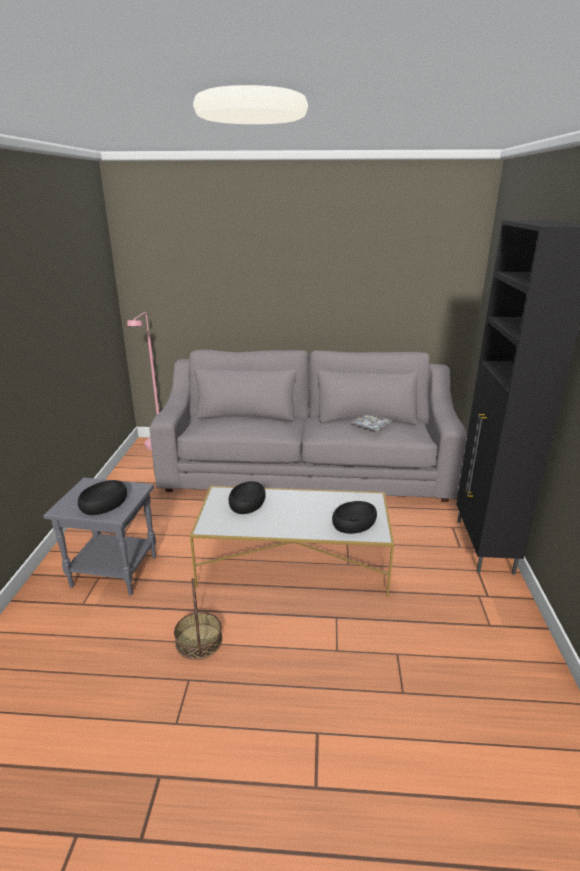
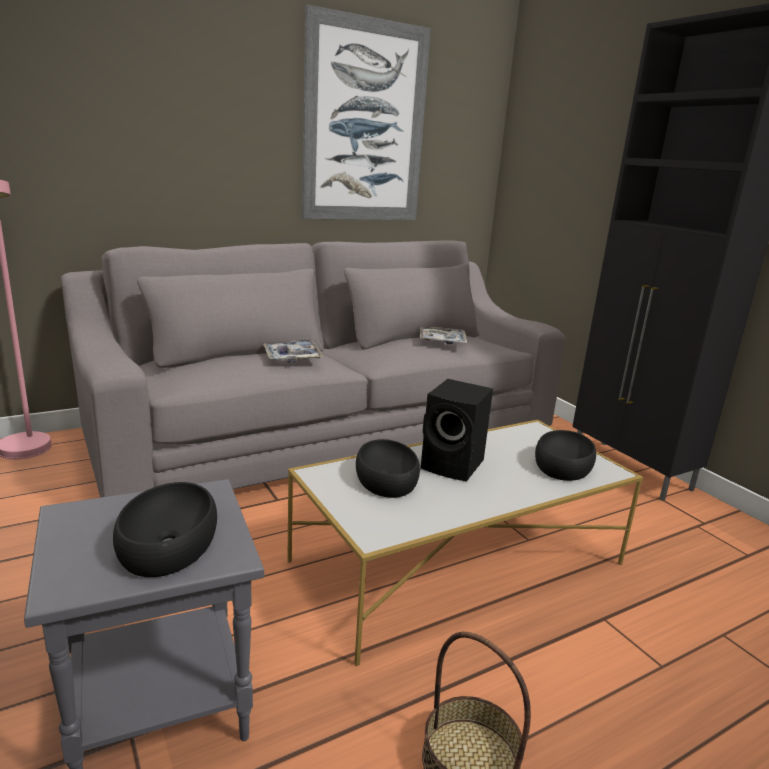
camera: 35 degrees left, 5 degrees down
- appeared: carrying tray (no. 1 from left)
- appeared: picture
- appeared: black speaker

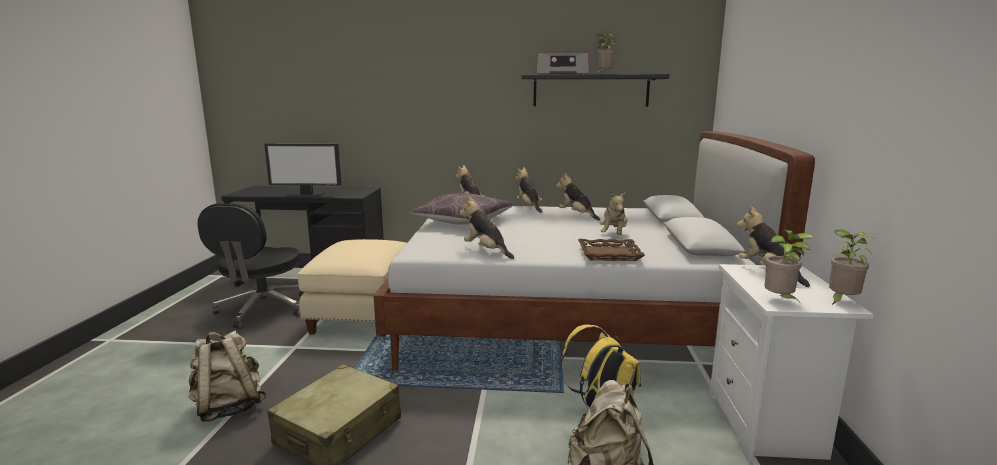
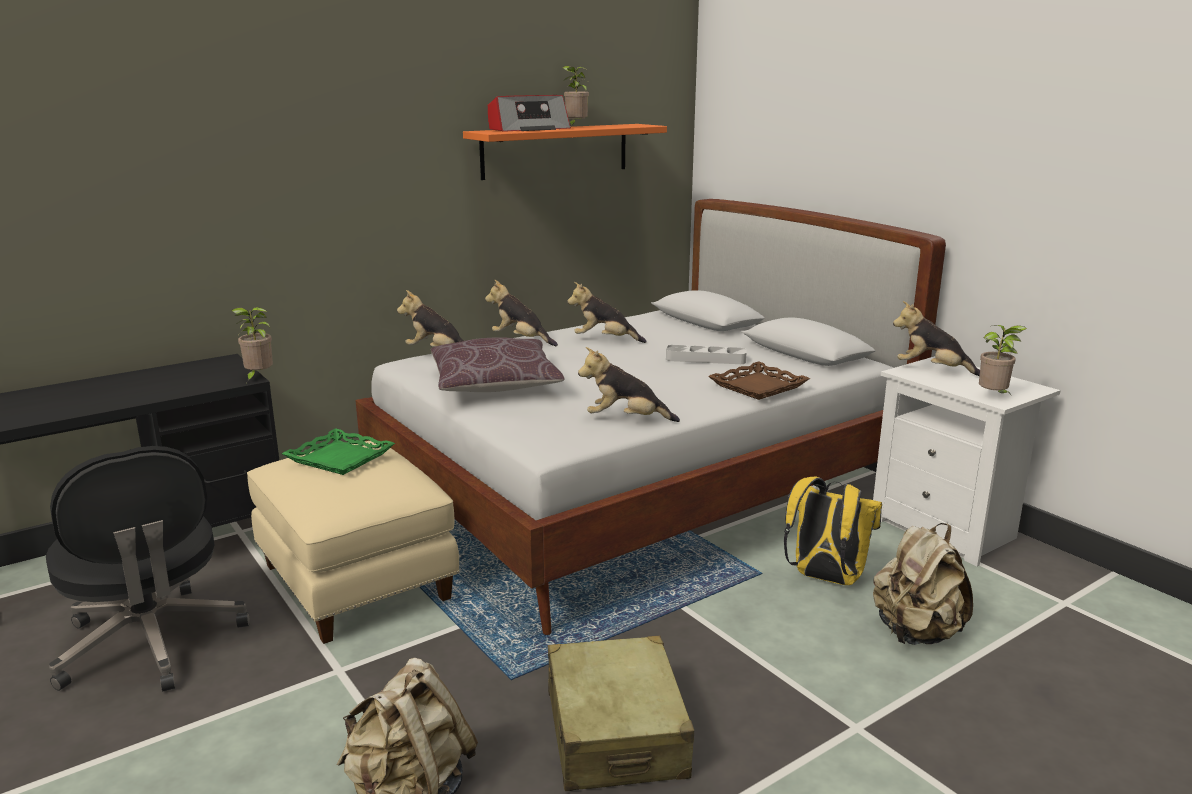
camera: 40 degrees left, 5 degrees up
- missing: monitor
- appeared: green carrying tray
- relocated: potted plant (no. 3 from left in the first image) to potted plant (no. 1 from left)
- exchanged: cuddly toy (no. 5 from left) to grey carrying tray
- colour: black wall shelf to orangey wall shelf

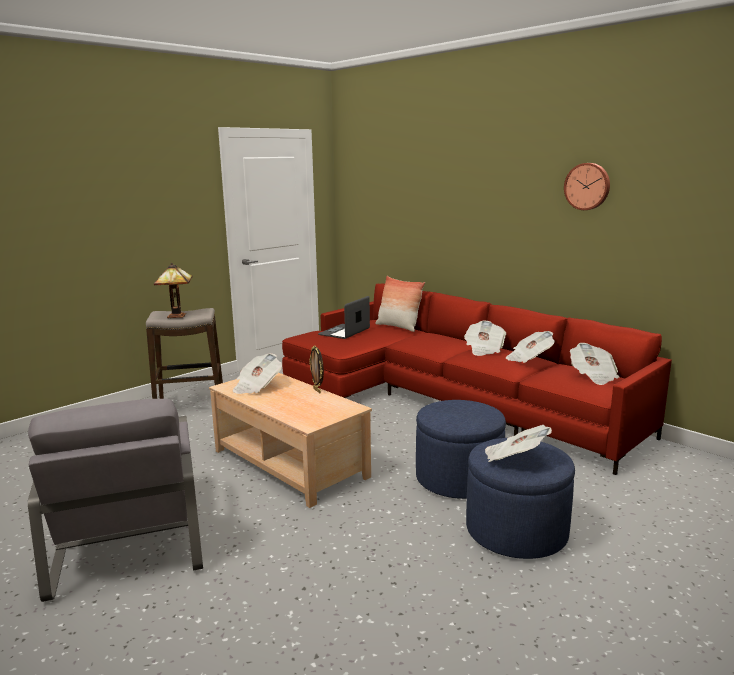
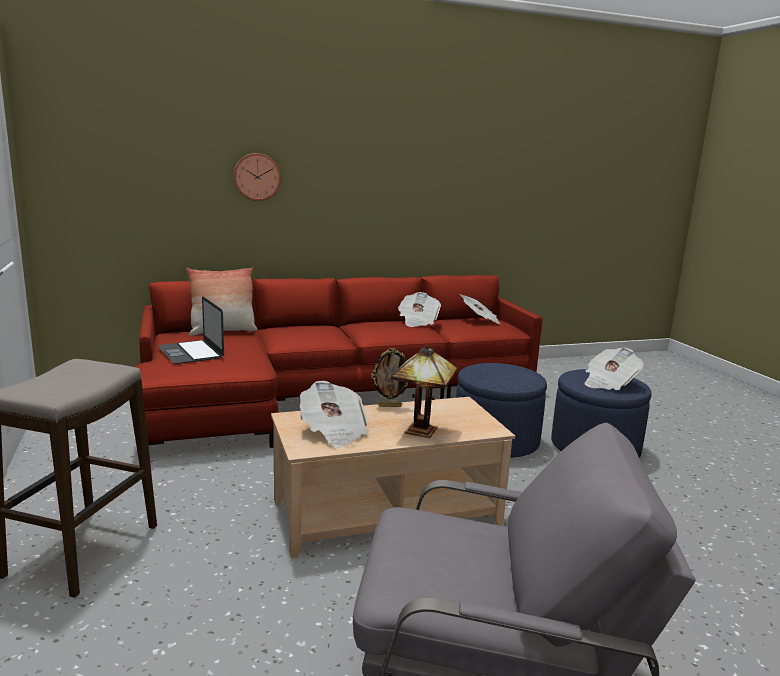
camera: 65 degrees left, 0 degrees up
- missing: newspaper (no. 2 from left)
- relocated: lamp for a table
- relocated: wall clock

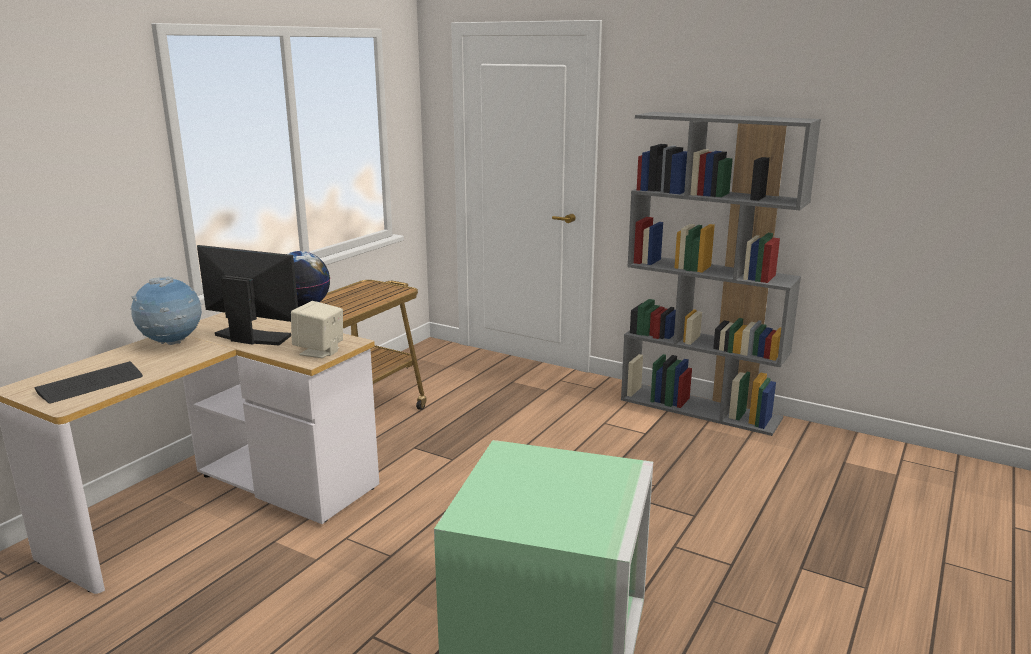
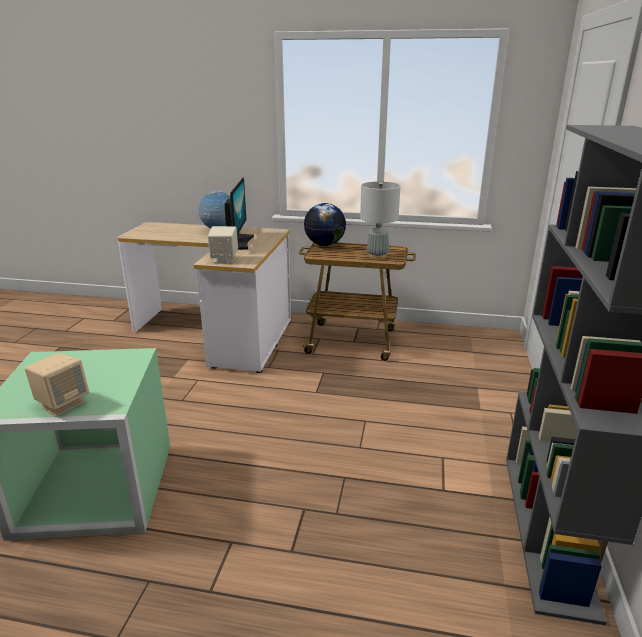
camera: 70 degrees right, 5 degrees up
- missing: PC keyboard
- appeared: beige-coloured speaker (no. 1 from left)
- appeared: grey lamp for a table

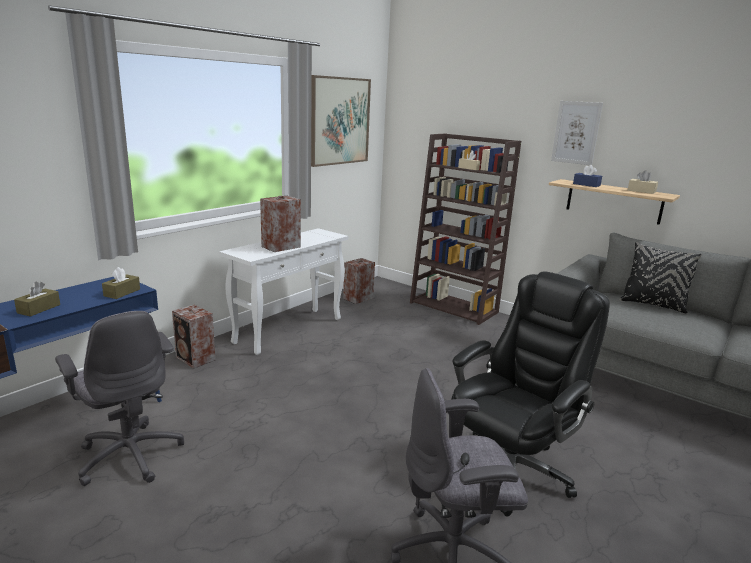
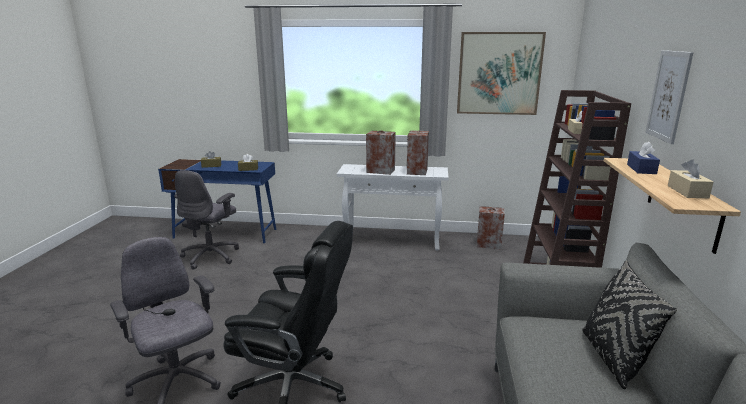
camera: 60 degrees right, 0 degrees up
- relocated: speaker (no. 1 from left in the first image) to speaker (no. 2 from left)

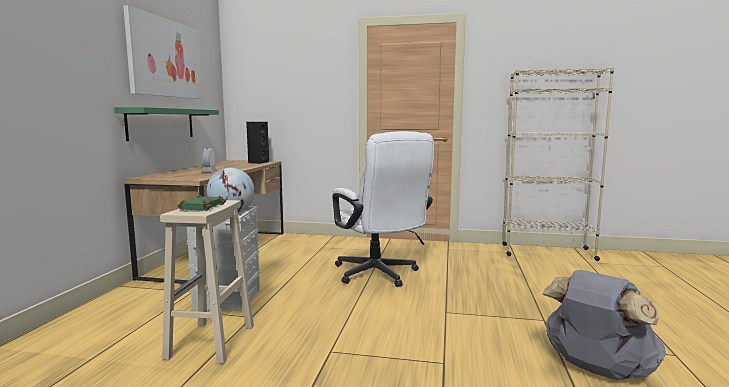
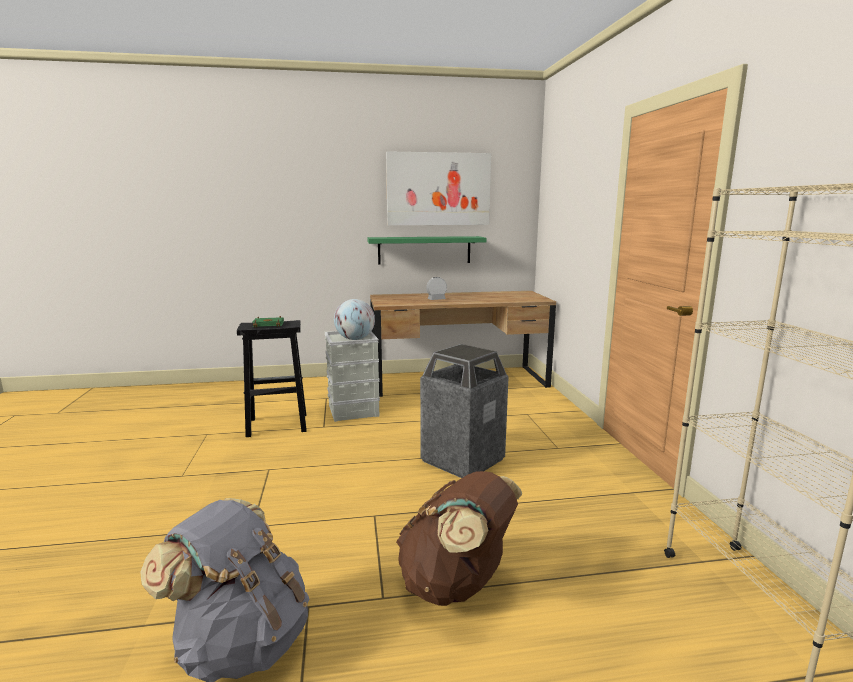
camera: 70 degrees right, 5 degrees up
- missing: black speaker
- appeared: brownish backpack
- exchanged: white computer chair to rubbish bin
- colour: beige-coloured sitting stool to black sitting stool

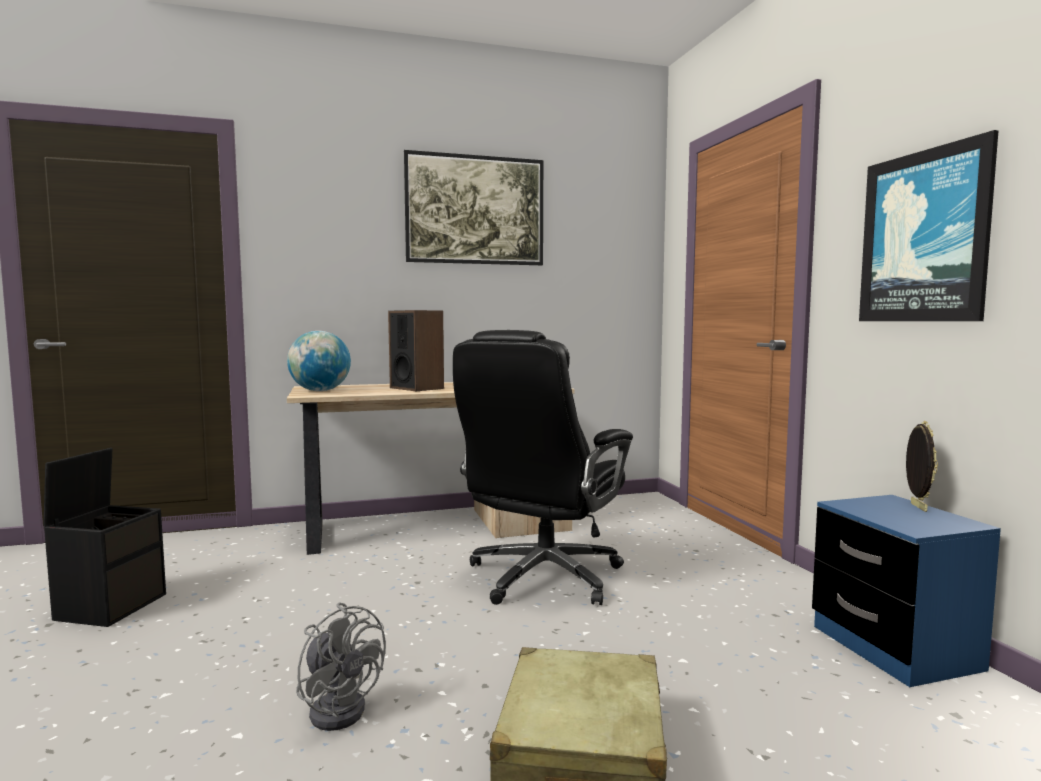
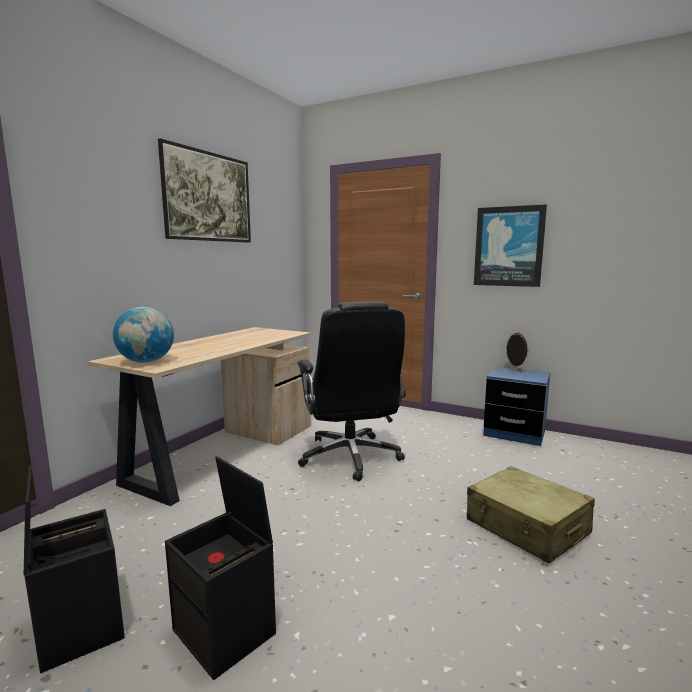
camera: 45 degrees left, 5 degrees up
- missing: grey fan
- missing: speaker
- appeared: black storage container (no. 2 from left)

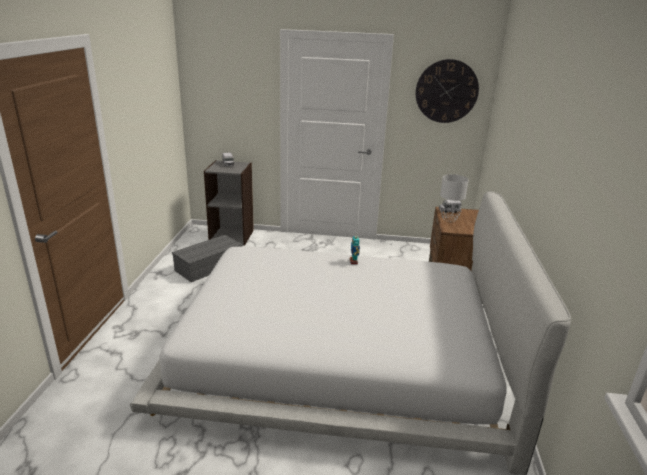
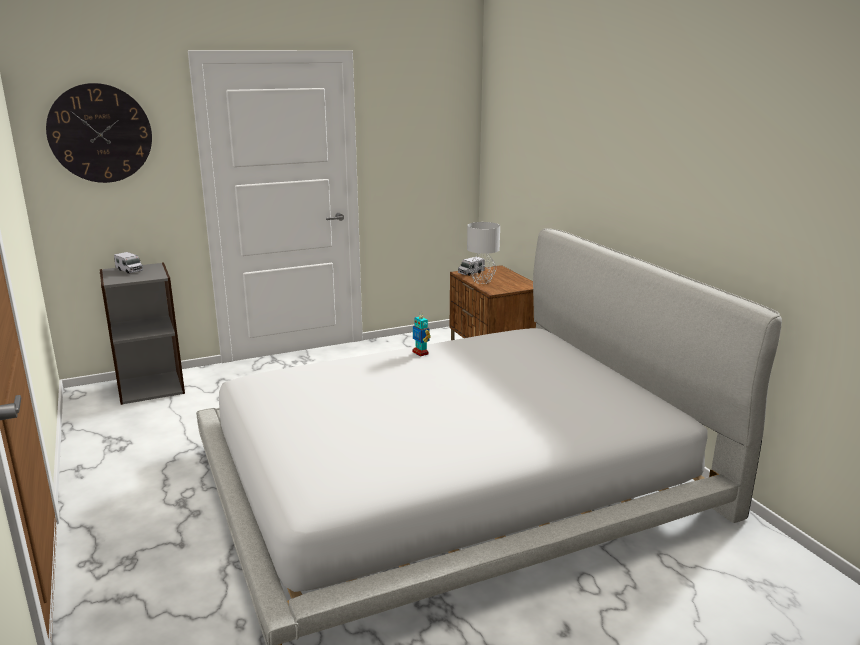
camera: 30 degrees left, 5 degrees down
- missing: grey storage container
- relocated: wall clock

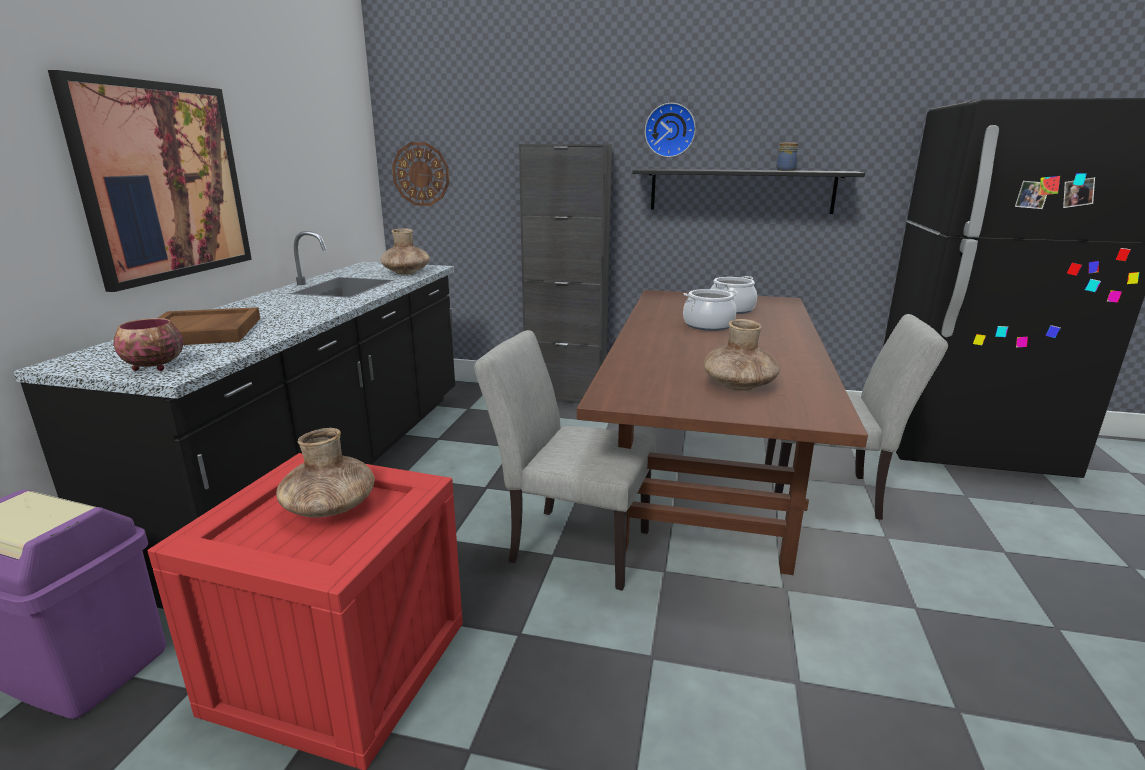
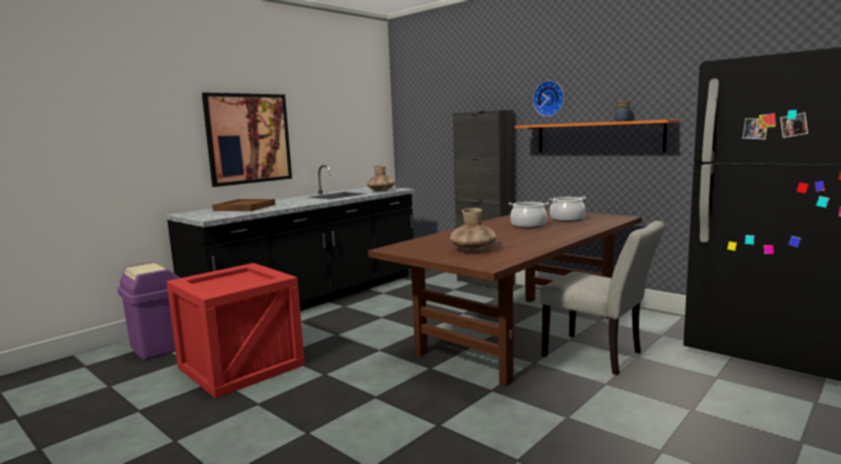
camera: 30 degrees right, 10 degrees down
- missing: bowl
- missing: brownish flower vase (no. 1 from left)
- missing: wall clock (no. 1 from left)
- missing: grey plain chair (no. 1 from left)
- colour: black wall shelf to orangey wall shelf

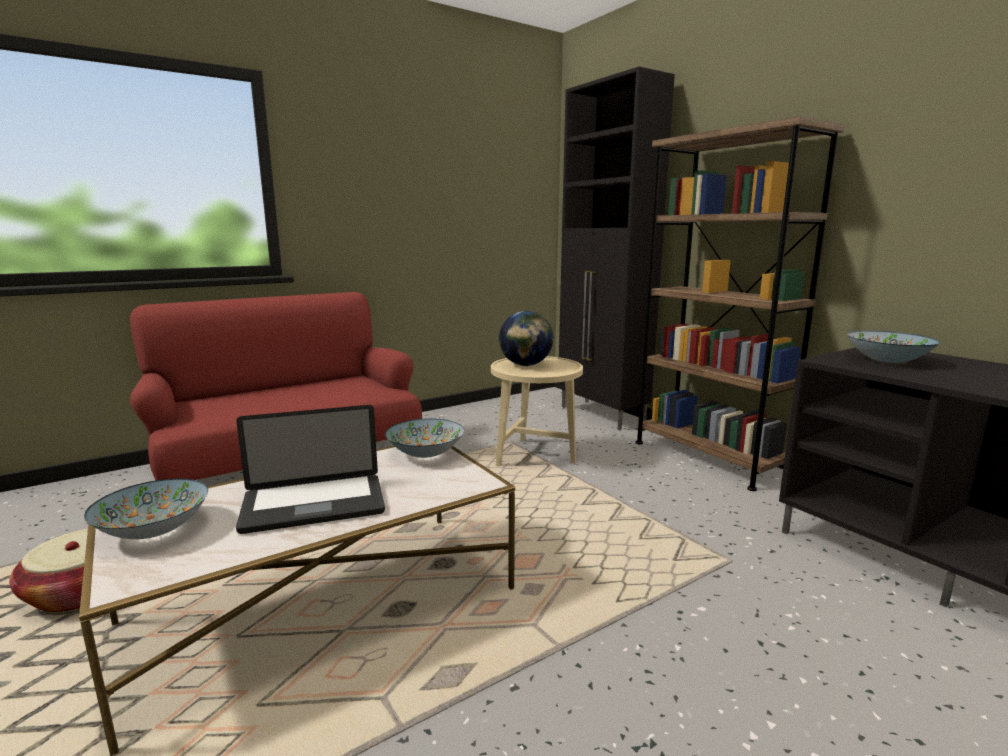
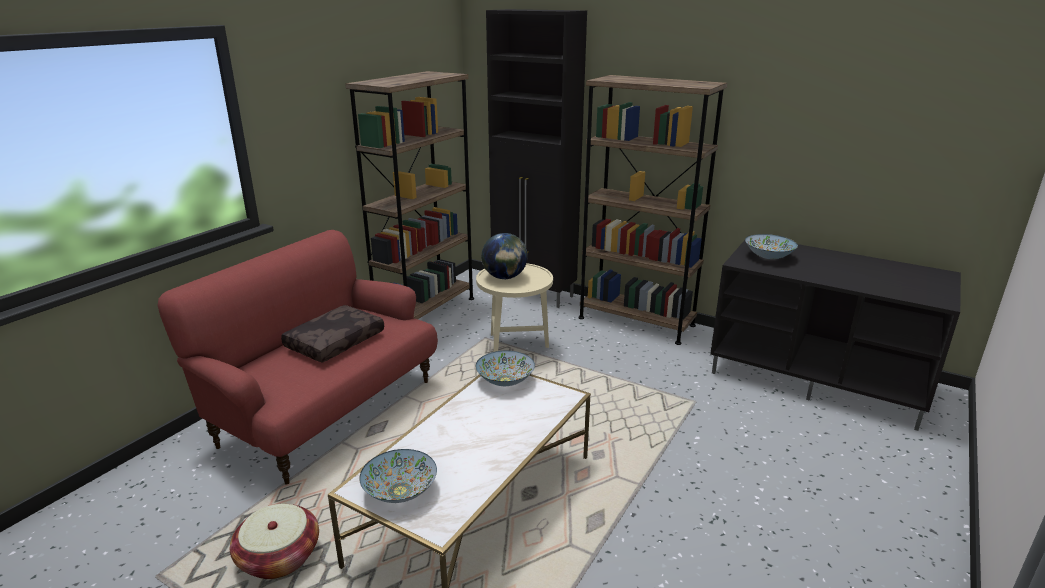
camera: 25 degrees left, 10 degrees up
- missing: portable computer
- appeared: brownish cushion
- appeared: brownish shelving unit (no. 1 from left)

